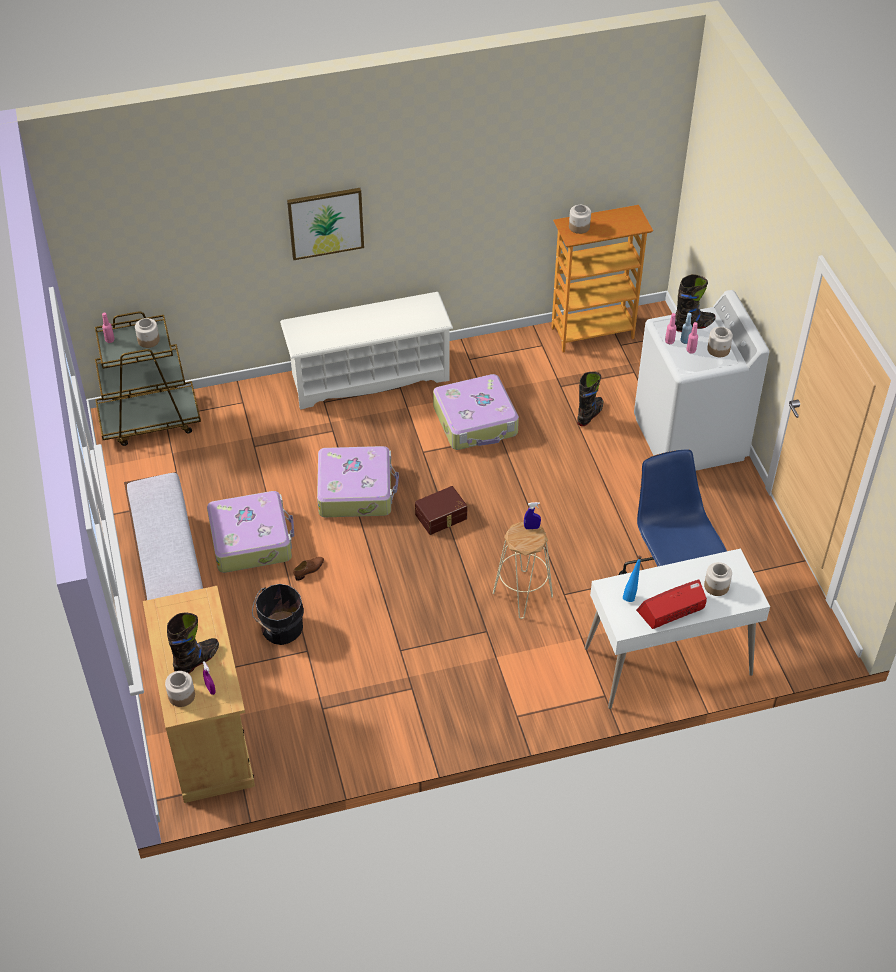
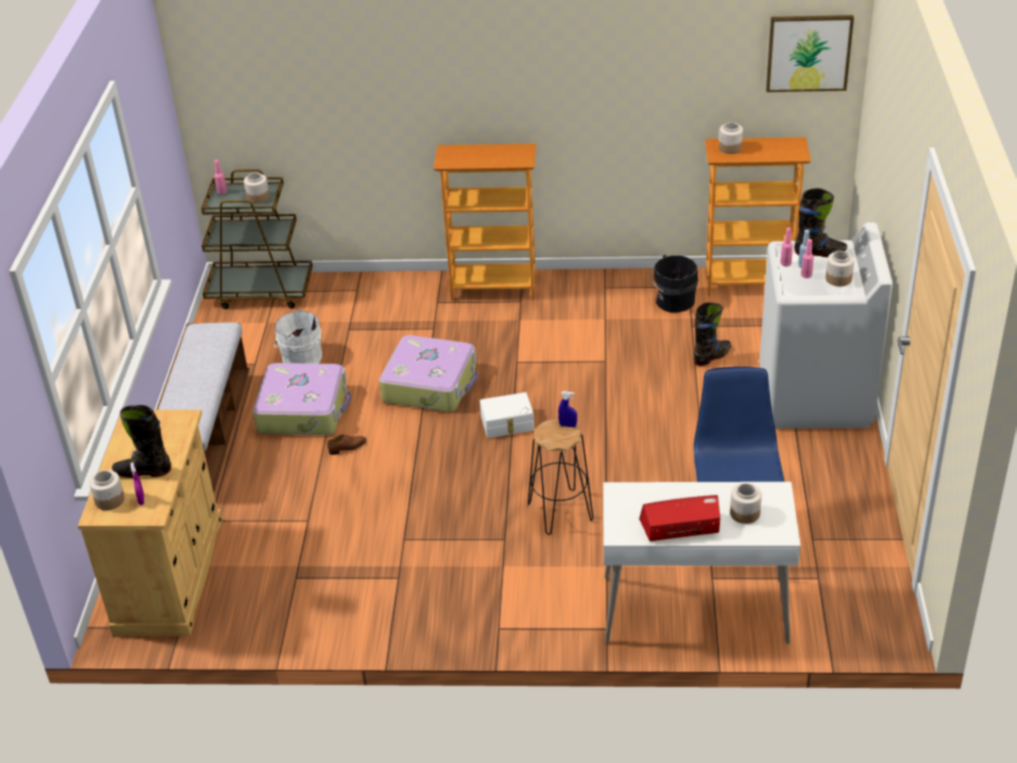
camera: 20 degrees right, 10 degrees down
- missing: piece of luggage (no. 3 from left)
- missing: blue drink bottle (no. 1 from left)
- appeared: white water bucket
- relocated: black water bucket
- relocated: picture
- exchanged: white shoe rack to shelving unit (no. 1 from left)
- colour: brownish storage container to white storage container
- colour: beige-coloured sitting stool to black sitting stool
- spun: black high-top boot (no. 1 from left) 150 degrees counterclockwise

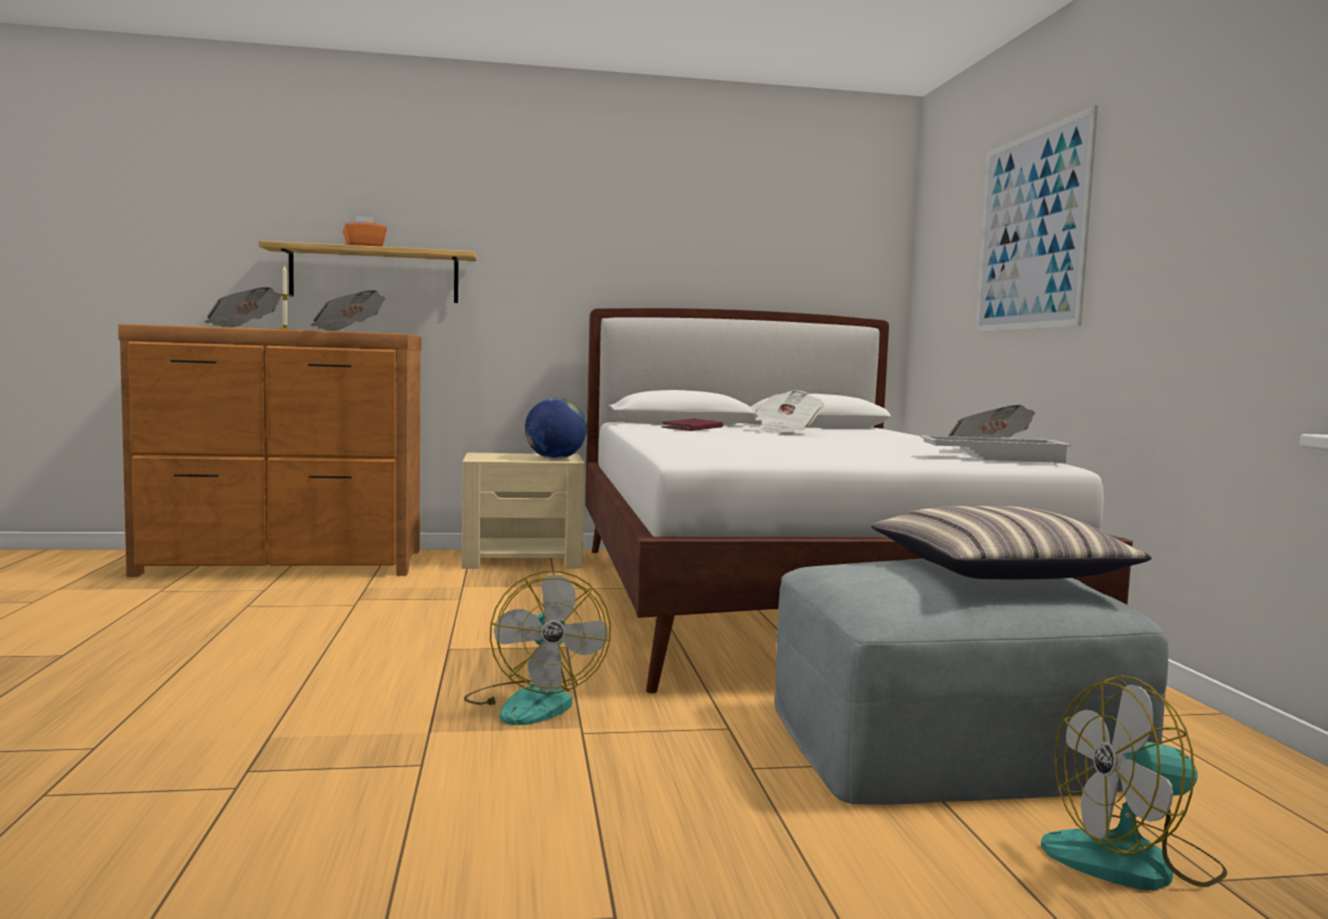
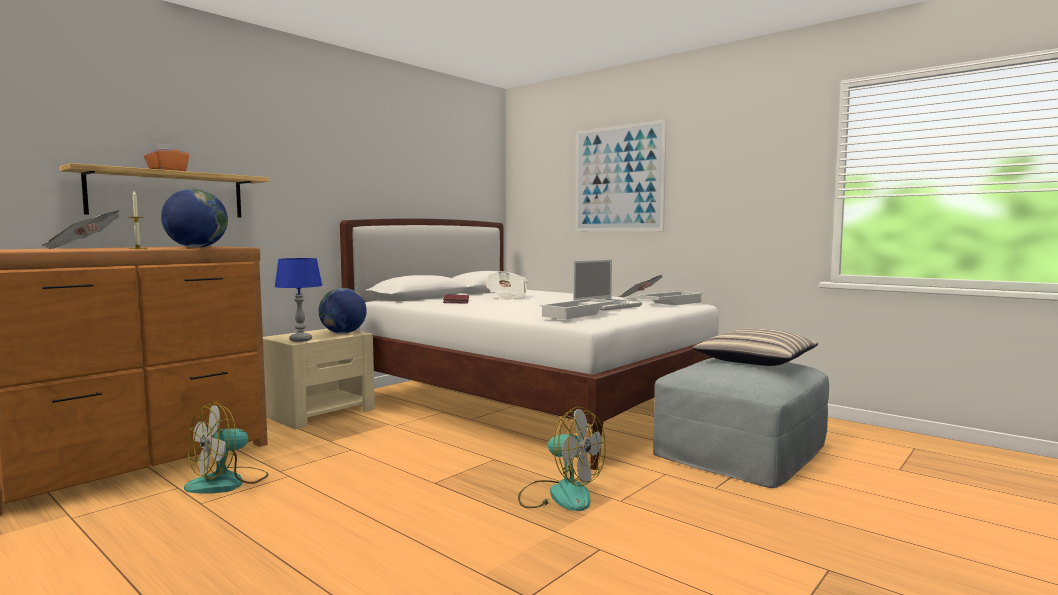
camera: 40 degrees left, 0 degrees up
- appeared: blue lamp for a table
- appeared: white carrying tray (no. 1 from left)
- appeared: portable computer
- relocated: fan (no. 2 from left in the first image) to fan (no. 1 from left)
- exchanged: newspaper (no. 2 from left) to desk globe (no. 1 from left)

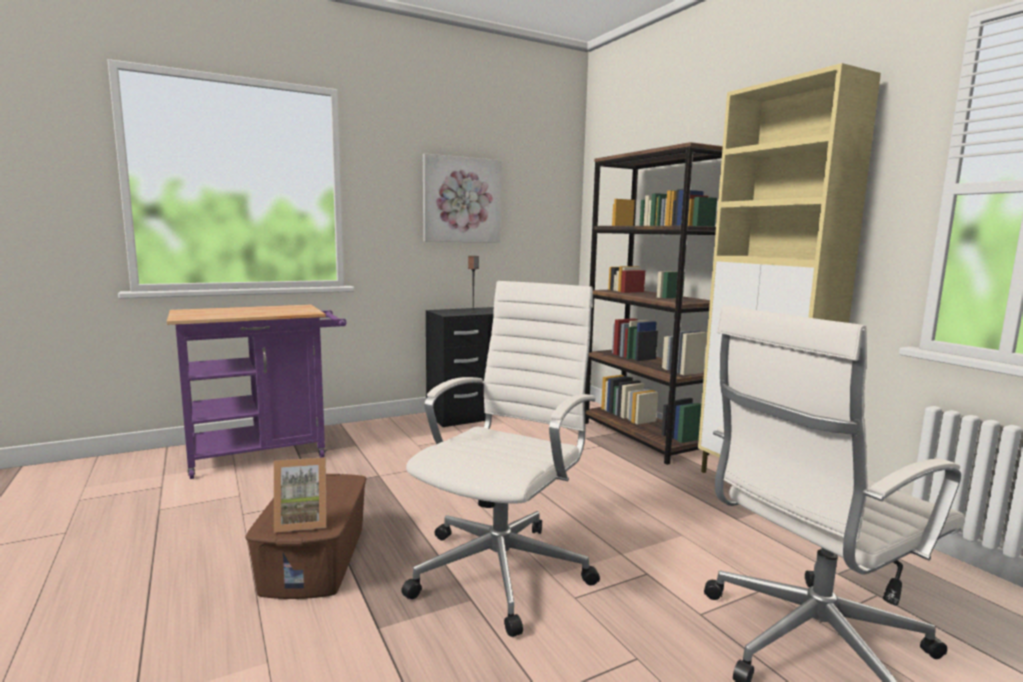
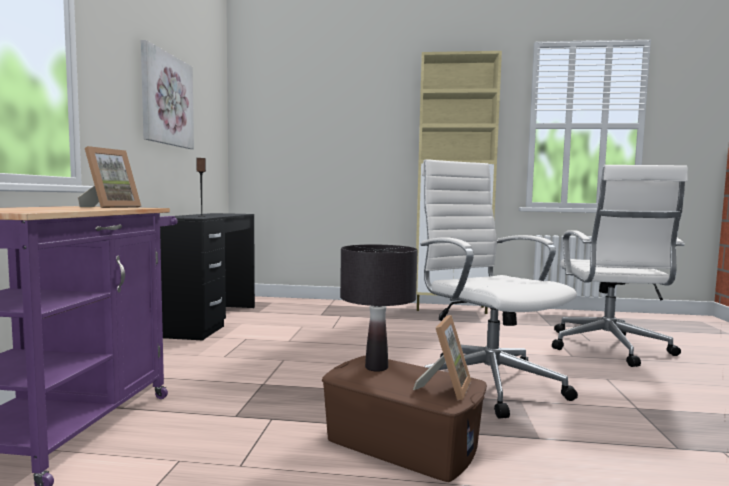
camera: 55 degrees left, 5 degrees down
- missing: brownish shelving unit
- appeared: standing frame (no. 1 from left)
- appeared: black lamp for a table

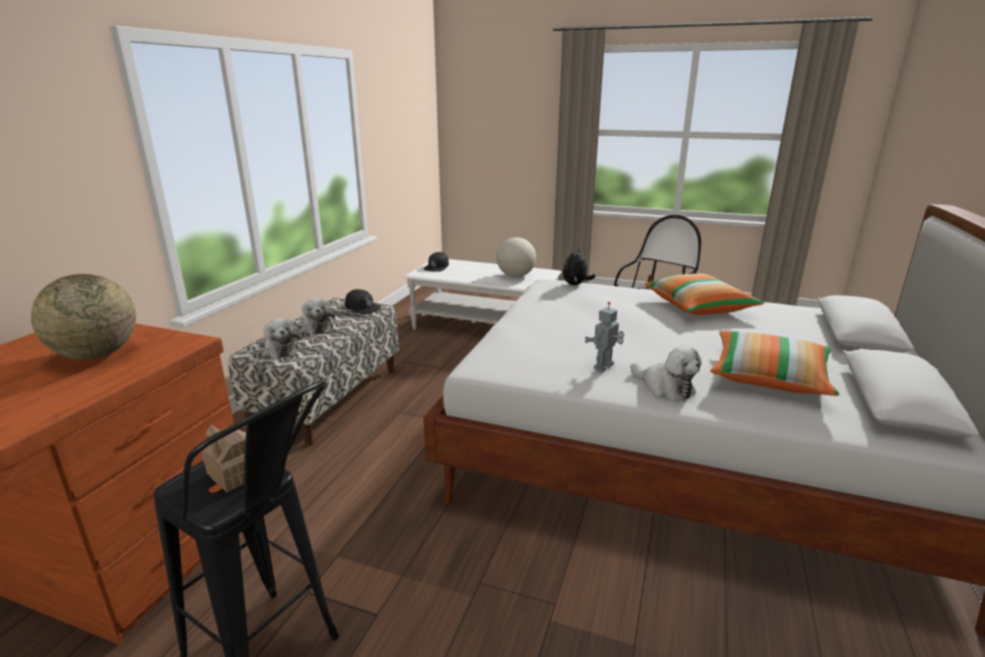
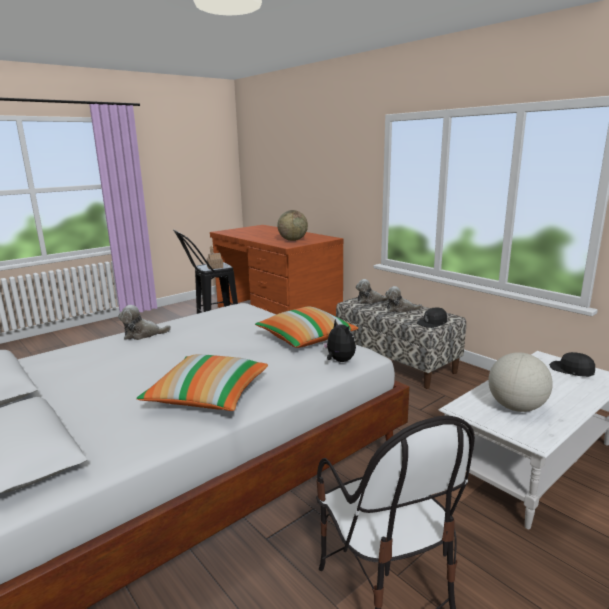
camera: 120 degrees right, 5 degrees down
- missing: model robot
- relocated: cushion (no. 2 from left)

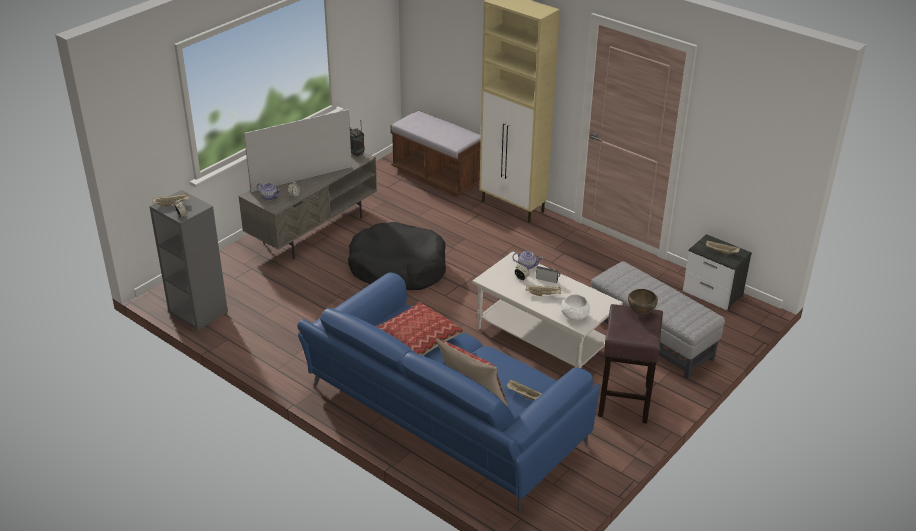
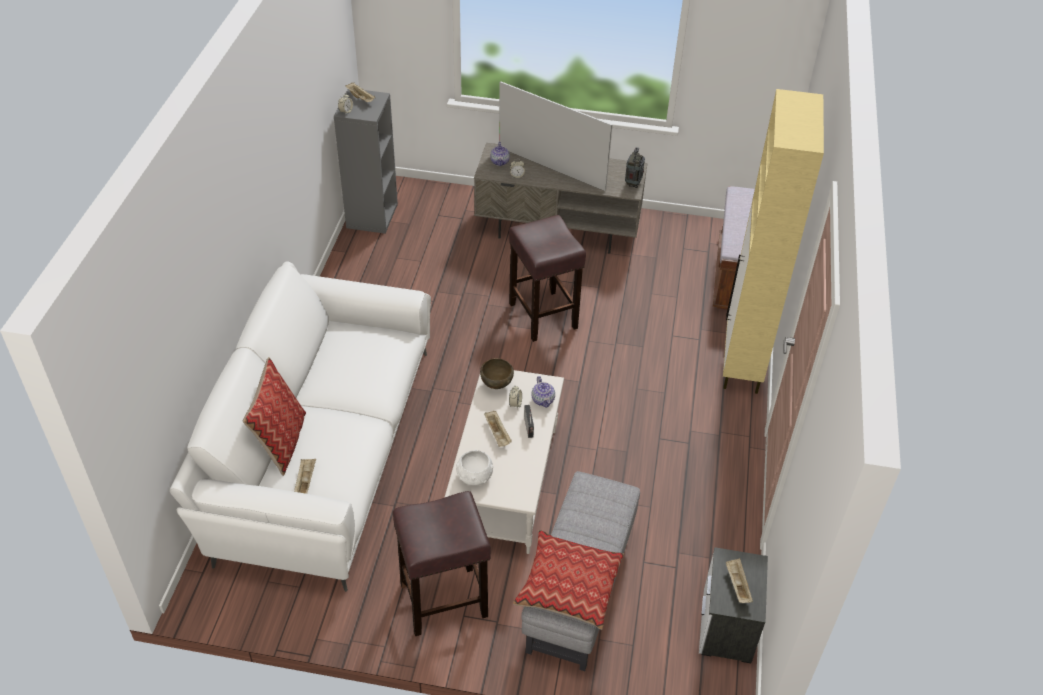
camera: 60 degrees right, 10 degrees up
- relocated: cushion (no. 1 from left in the first image) to cushion (no. 2 from left)
- relocated: brownish bowl
- exchanged: black pet bed to brownish sitting stool (no. 2 from left)
- colour: blue couch to white couch

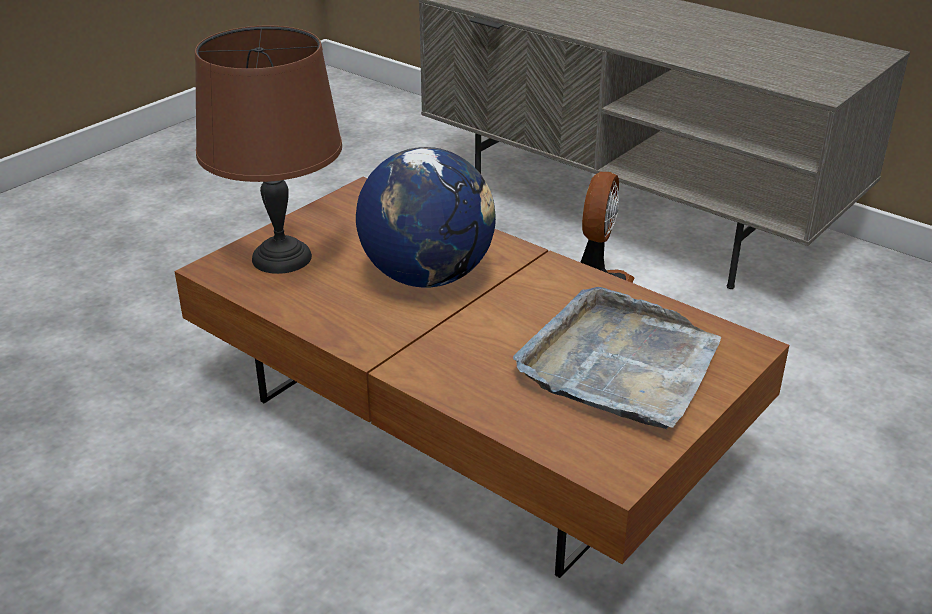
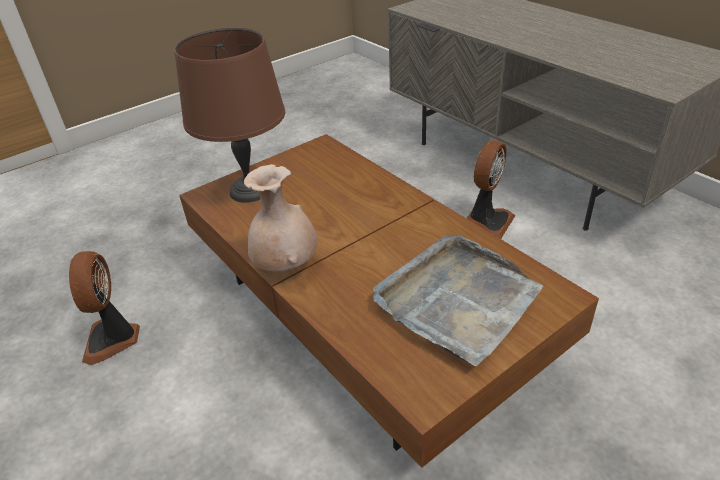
camera: 15 degrees right, 5 degrees up
- missing: desk globe
- appeared: fan (no. 1 from left)
- appeared: beige-coloured flower vase

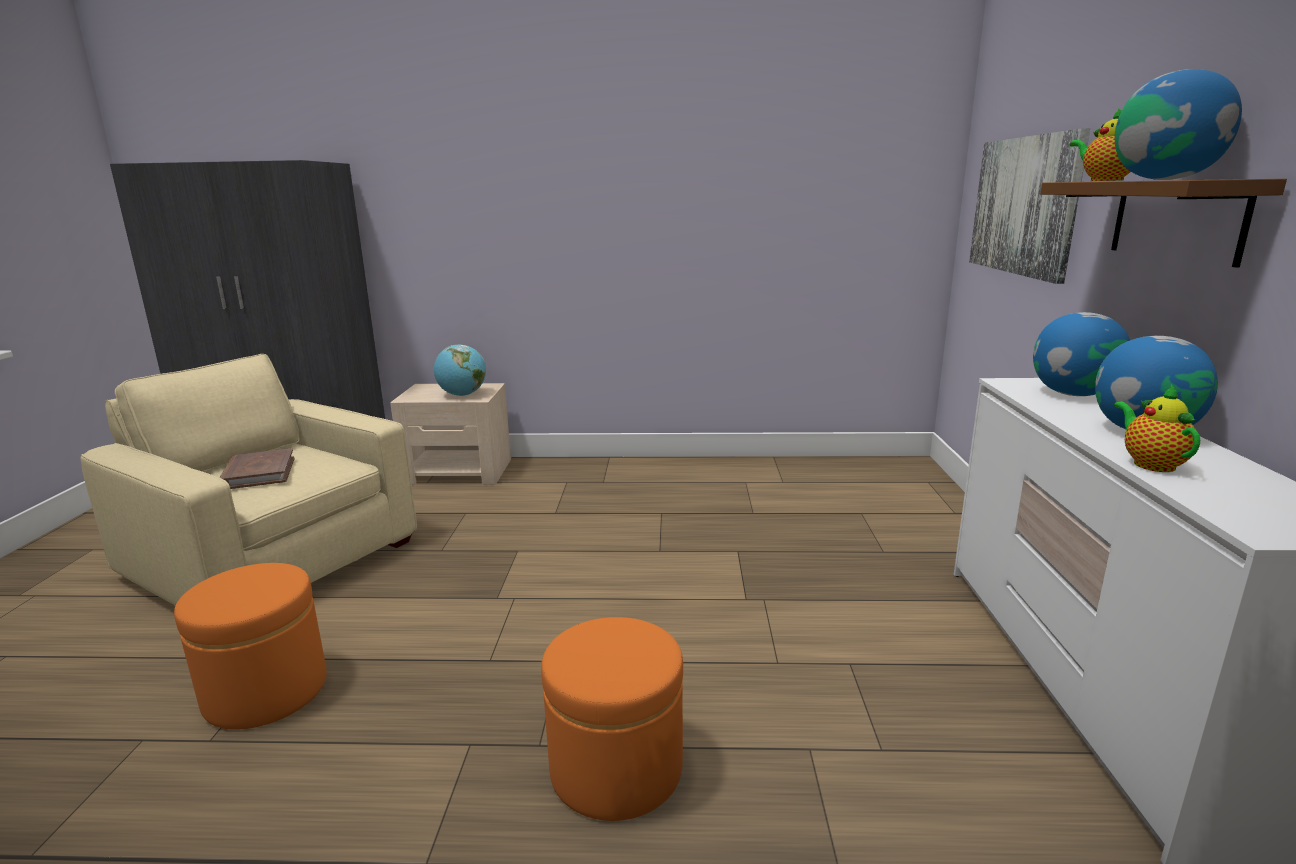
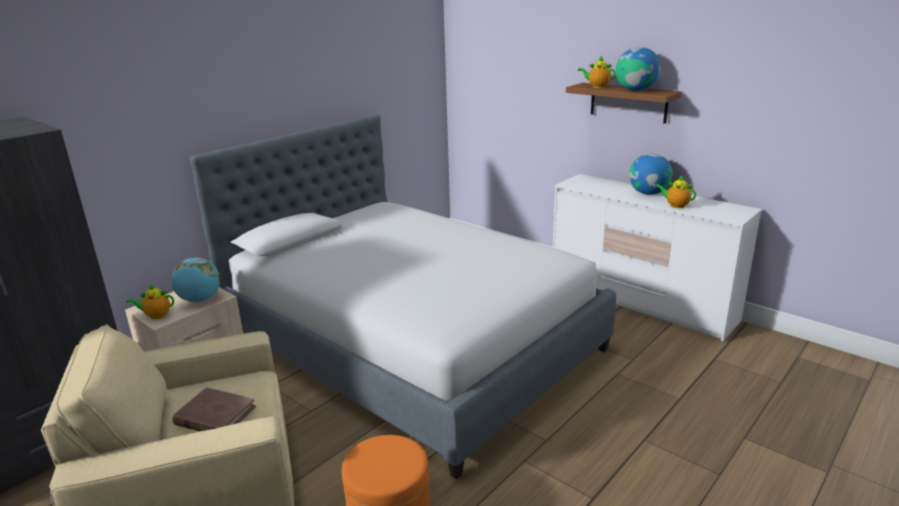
camera: 50 degrees left, 5 degrees up
- missing: orangey ottoman (no. 2 from left)
- missing: picture
- missing: desk globe (no. 2 from left)
- appeared: pot for tea (no. 1 from left)
- appeared: bedroom bed

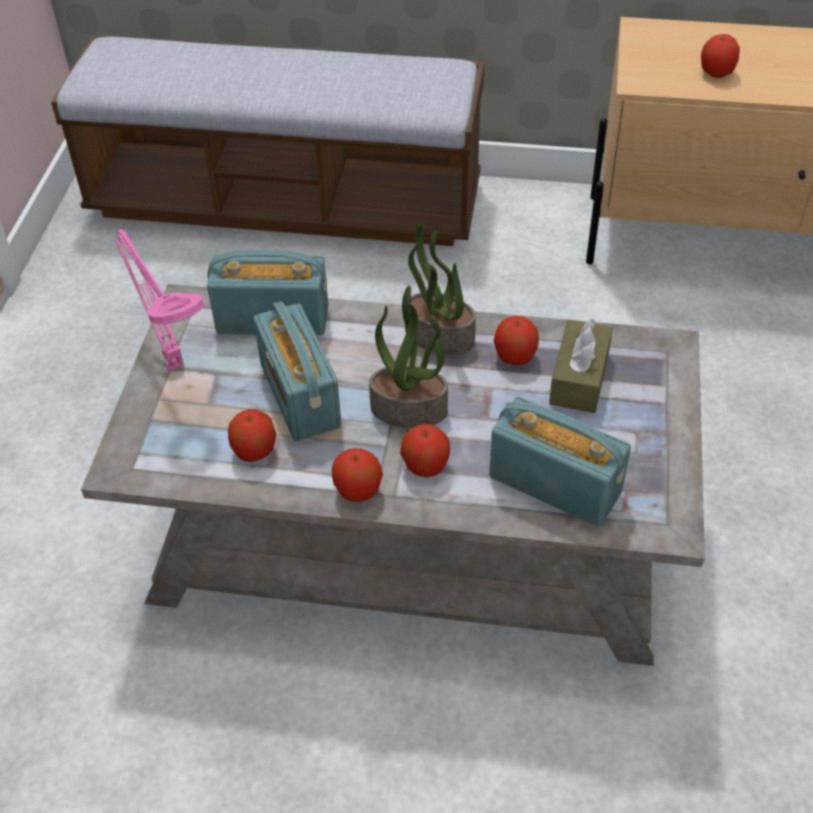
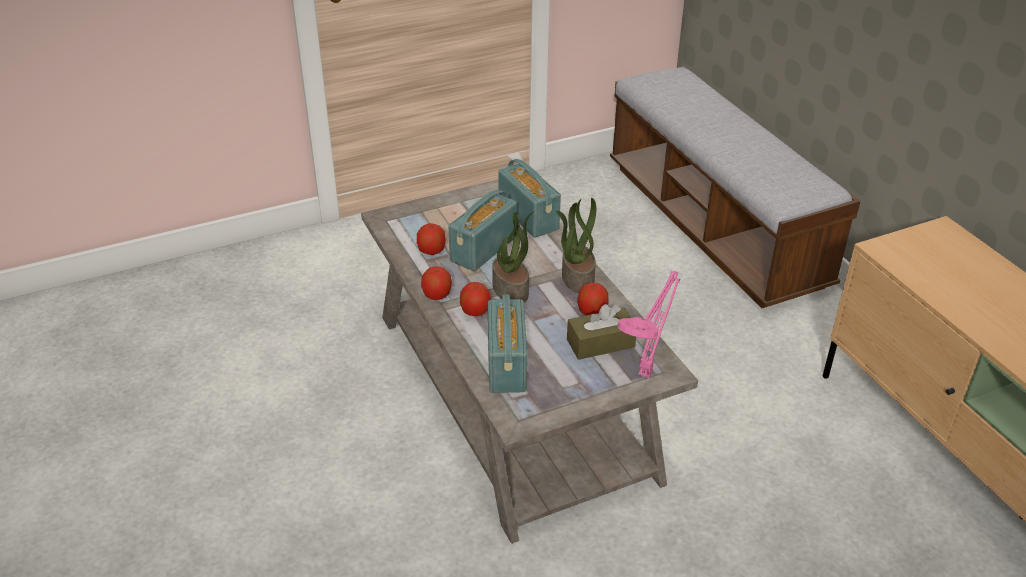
camera: 55 degrees right, 10 degrees down
- missing: apple (no. 5 from left)
- relocated: pinkish lamp for a table

